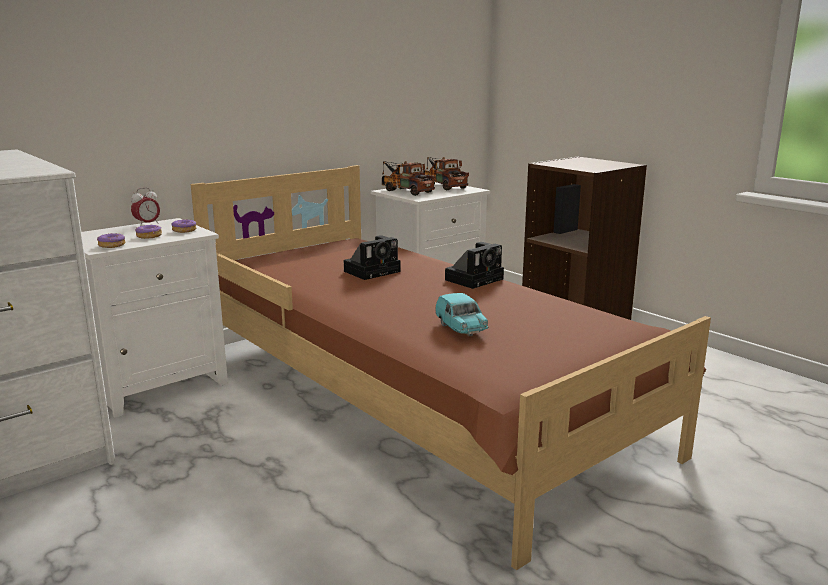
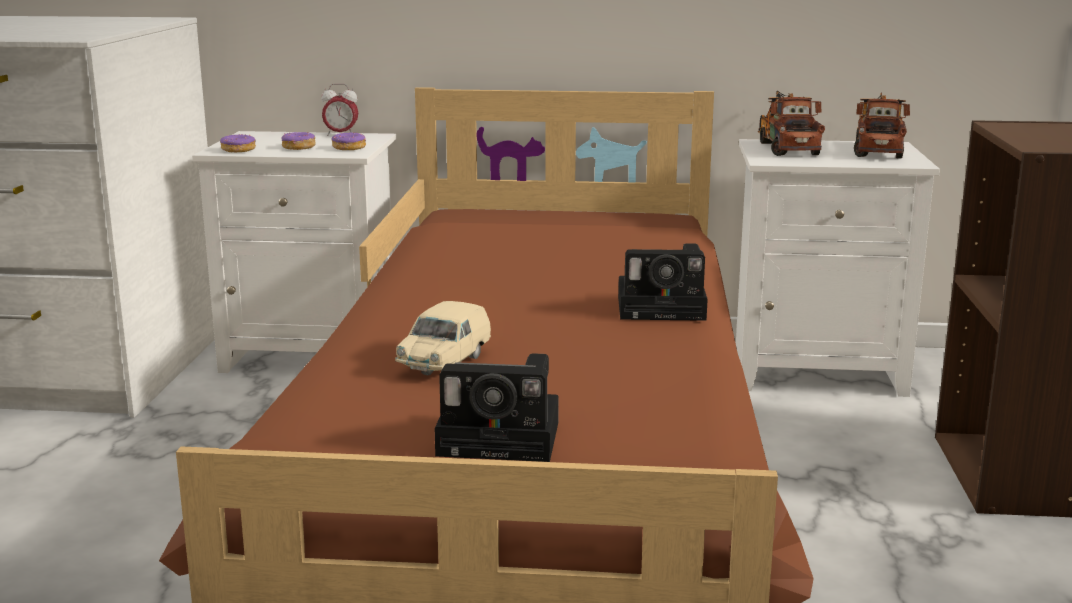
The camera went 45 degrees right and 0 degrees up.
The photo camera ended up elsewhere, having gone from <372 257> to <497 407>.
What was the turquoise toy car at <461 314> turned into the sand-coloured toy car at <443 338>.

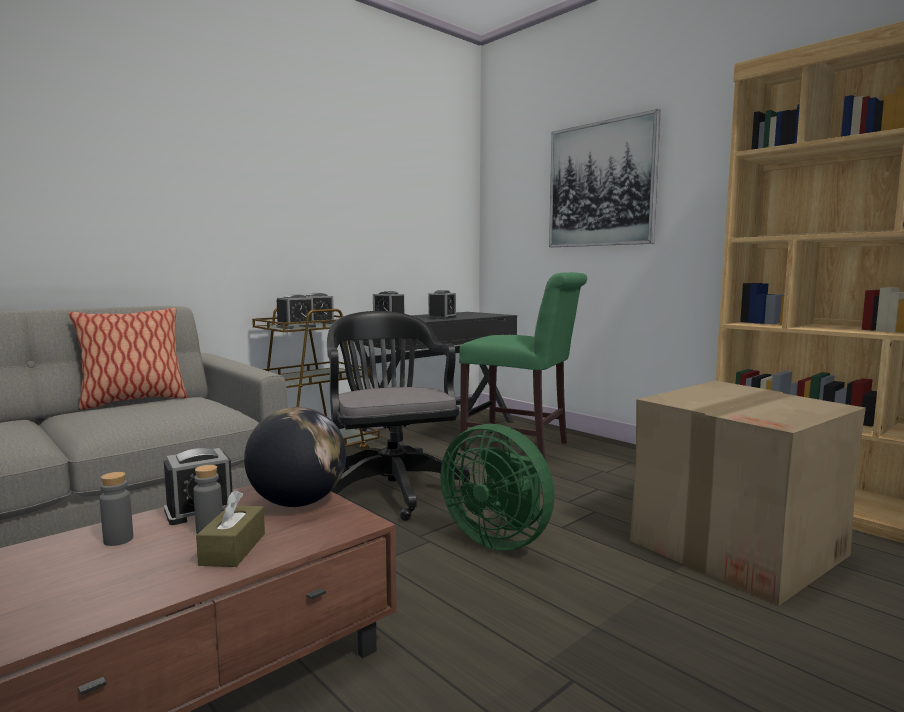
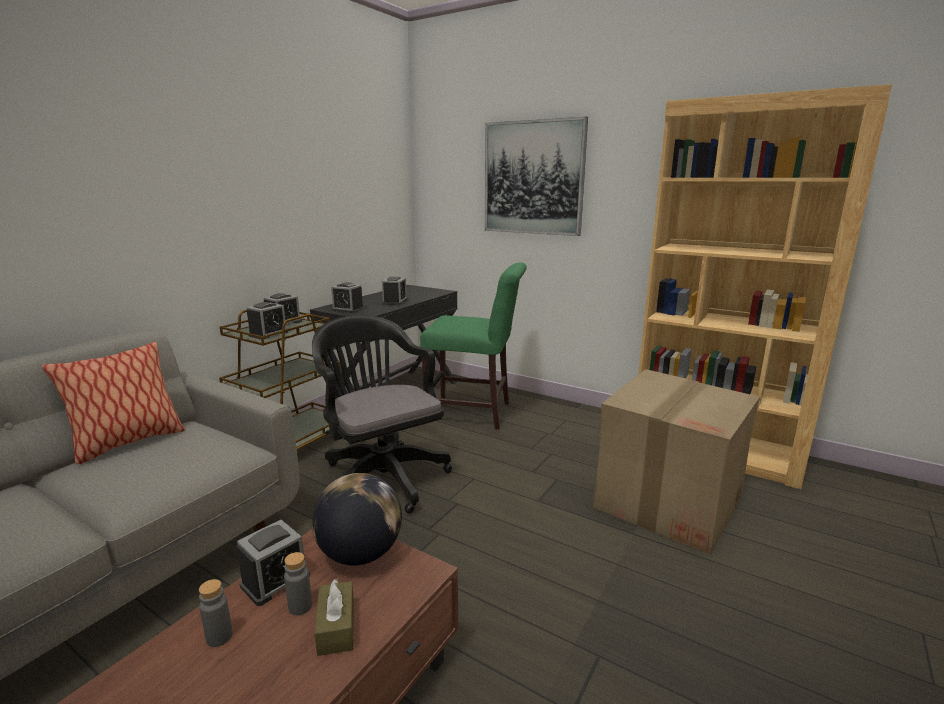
The camera went 15 degrees left and 10 degrees up.
The second view lost the greenish electric fan at <497 487>.

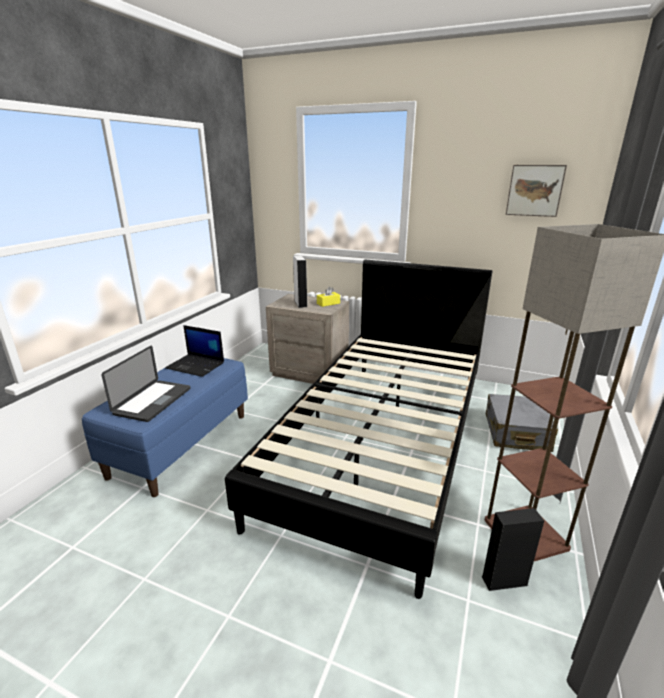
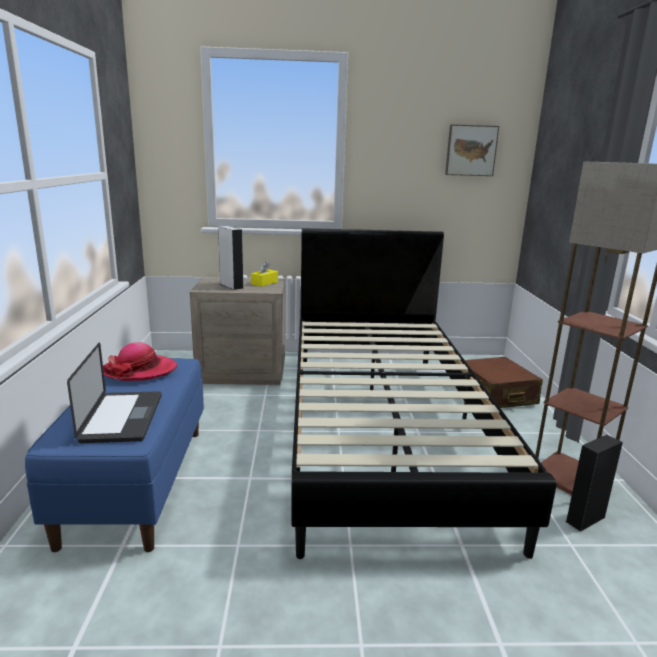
The camera went 25 degrees left and 5 degrees down.
Where the notebook computer stood at <194 351>, the wearable hat came to stand at <140 361>.
What was the greyish piece of luggage at <522 423> turned into the brownish piece of luggage at <504 382>.

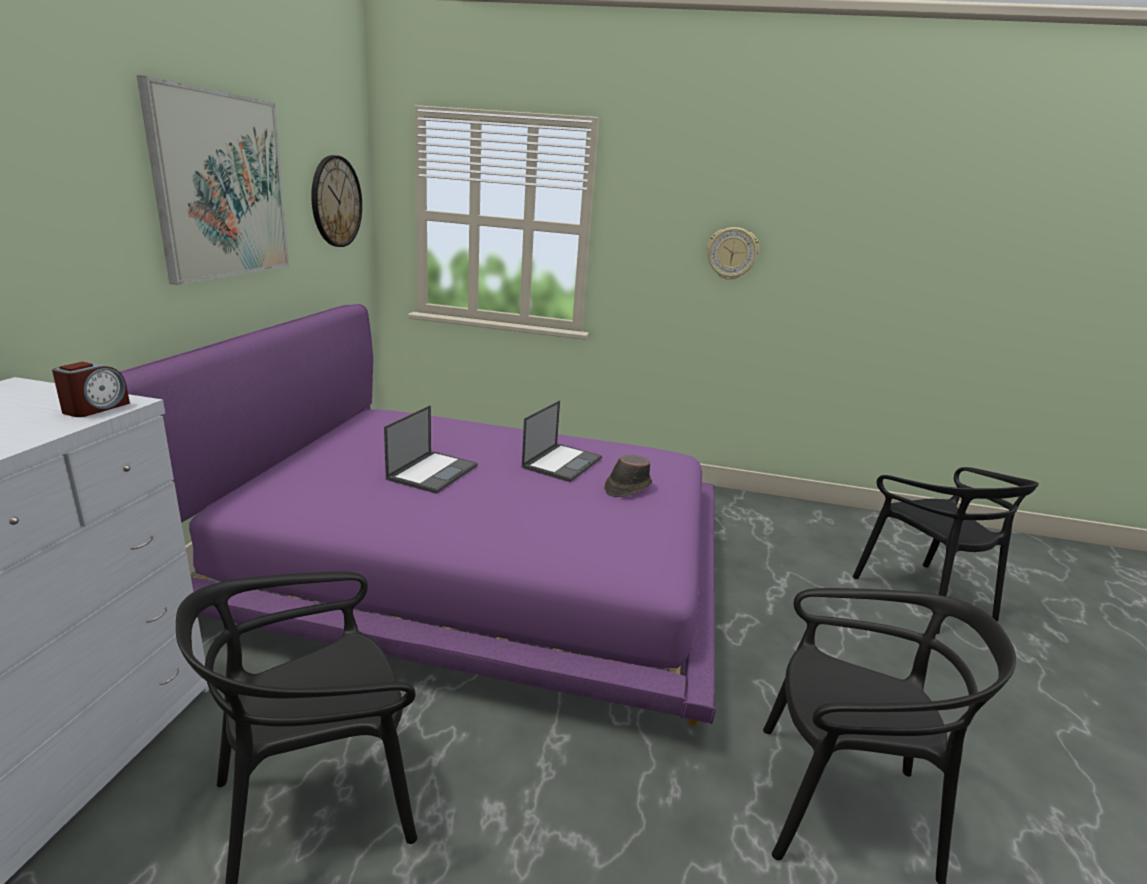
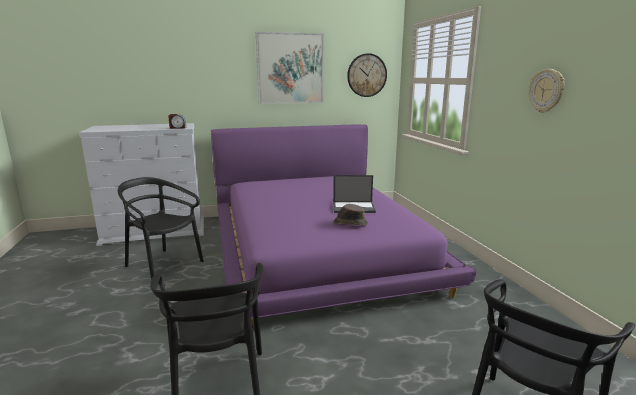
The camera went 65 degrees right and 5 degrees down.
The second view lost the notebook computer at <430 449>.

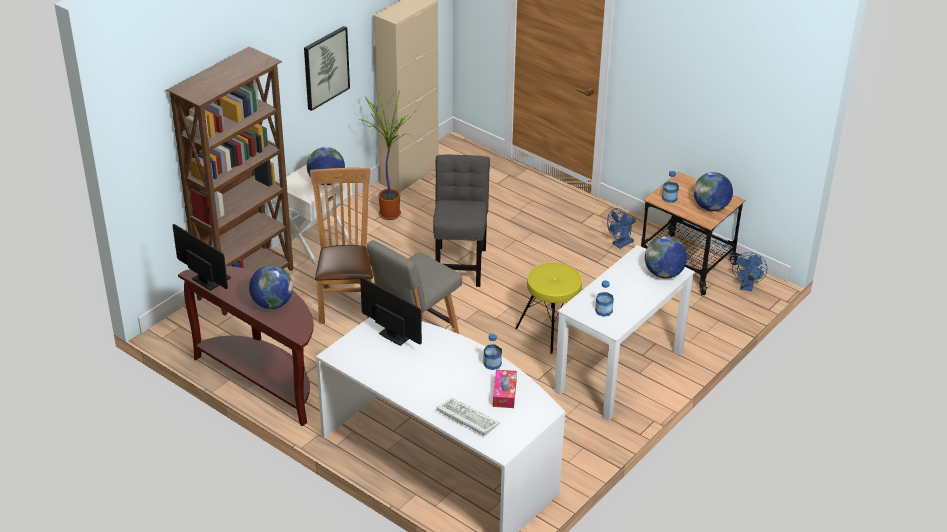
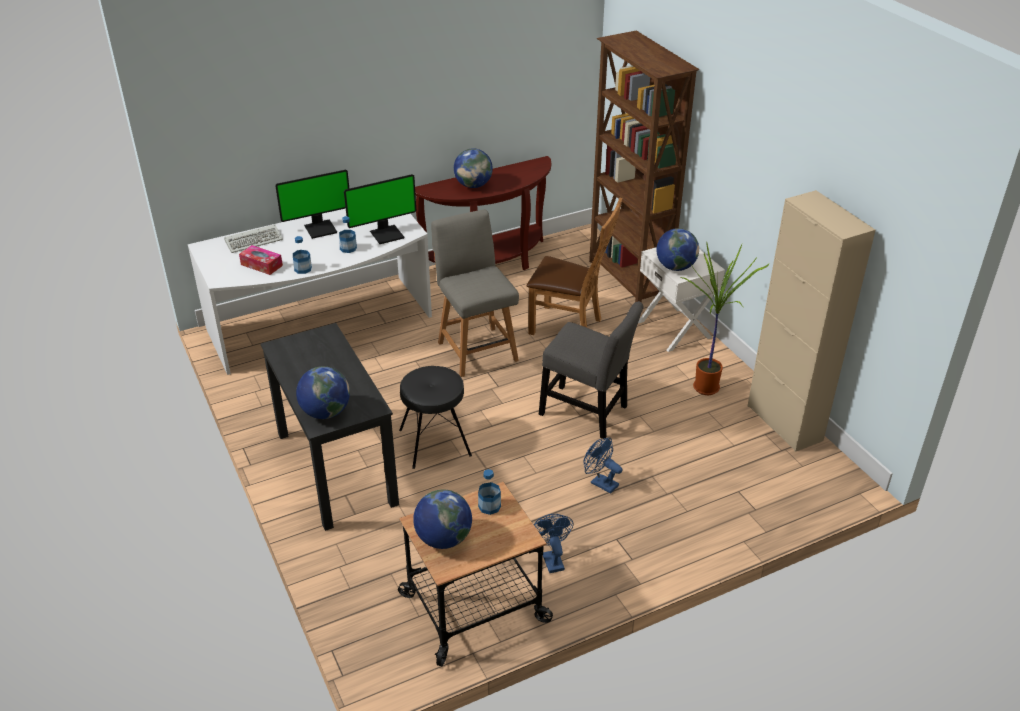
The camera went 115 degrees right and 0 degrees up.
The computer display ended up elsewhere, having gone from <201 257> to <312 204>.
The second view lost the wall picture at <327 68>.
What was the yellowish sitting stool at <548 308> turned into the blackish sitting stool at <435 417>.
What was the whitish desk unit at <624 333> turned into the blackish desk unit at <329 427>.
The drink bottle ended up elsewhere, having gone from <604 299> to <348 234>.
The blue electric fan ended up elsewhere, having gone from <749 271> to <602 465>.

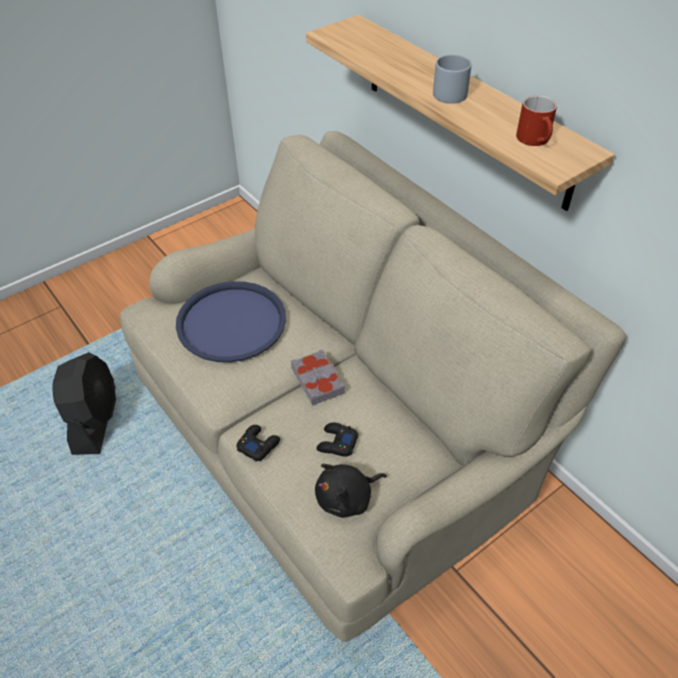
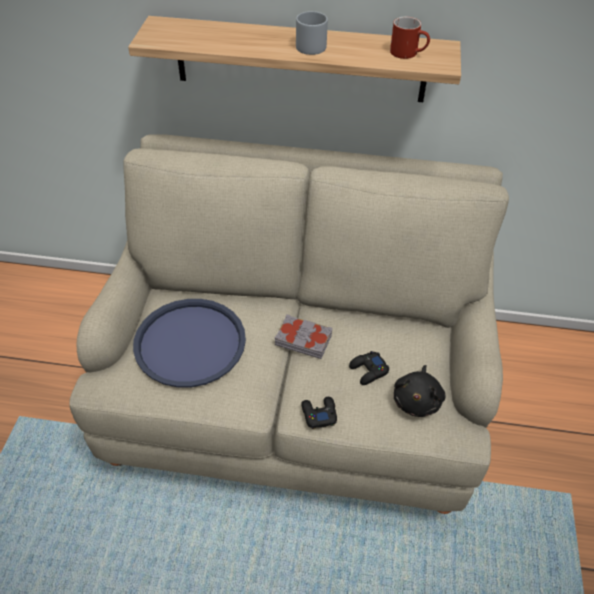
The camera went 45 degrees left and 0 degrees up.
The second view lost the blackish electric fan at <84 403>.

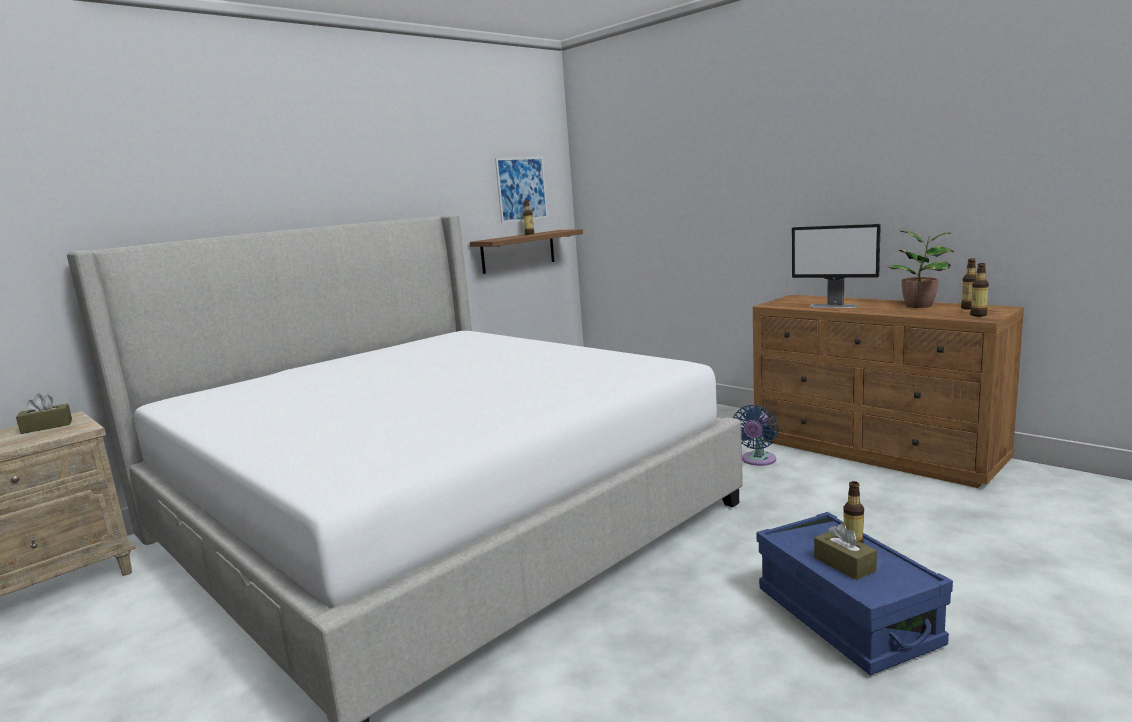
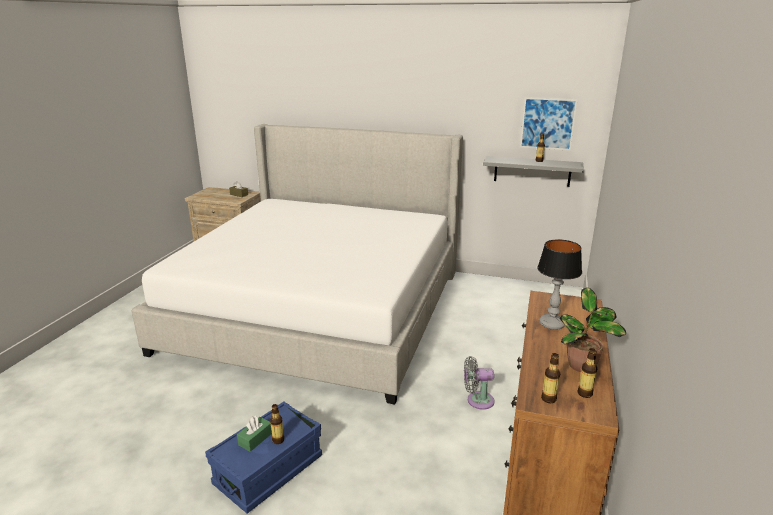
The camera went 60 degrees right and 10 degrees up.
What was the brownish shelf at <526 251> turned into the greyish shelf at <533 171>.
What was the blue electric fan at <756 435> turned into the greyish electric fan at <479 383>.
Where the computer display stood at <836 266>, the tabletop lamp came to stand at <559 284>.
What was the brownish tissue box at <845 551> turned into the greenish tissue box at <254 434>.

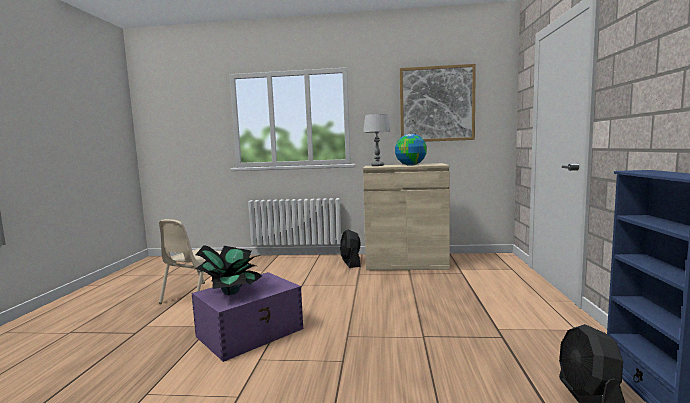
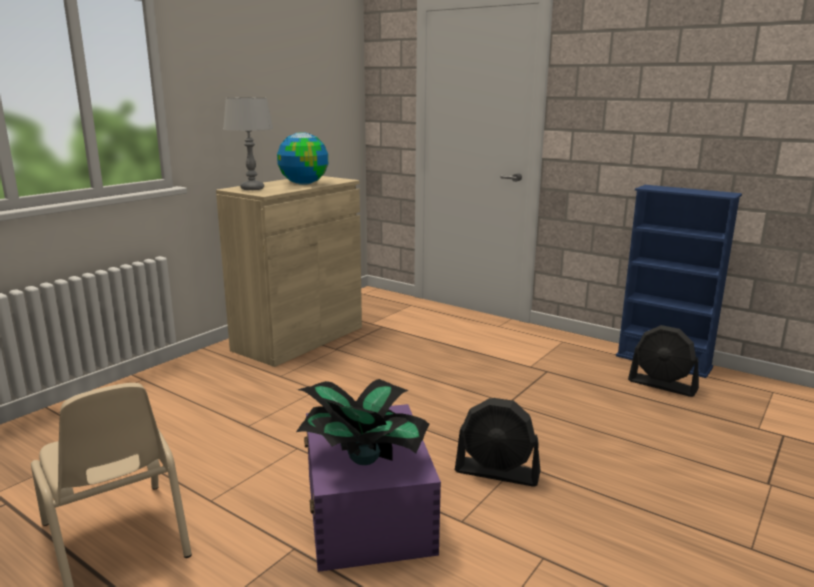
The camera went 60 degrees left and 10 degrees up.
The blackish electric fan ended up elsewhere, having gone from <350 248> to <498 442>.
The second view lost the wall picture at <438 103>.

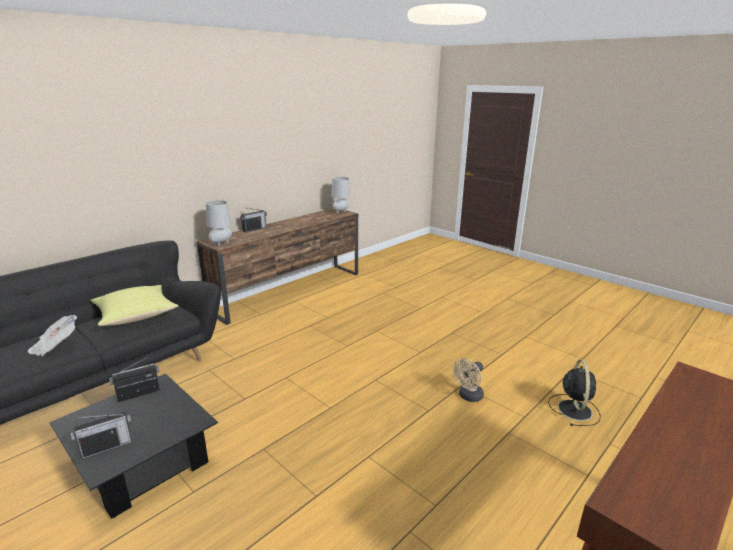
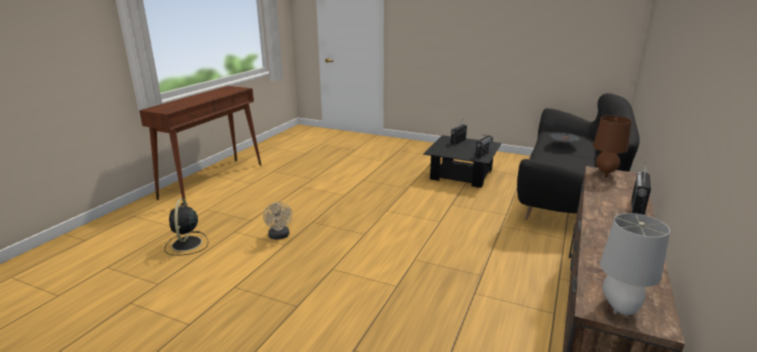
The camera went 160 degrees right and 0 degrees up.
The second view lost the yellowish pillow at <135 305>.
What was the greyish tabletop lamp at <219 223> turned into the brownish tabletop lamp at <612 147>.
The sand-coloured electric fan at <468 380> ended up facing another way, 135 degrees clockwise from before.

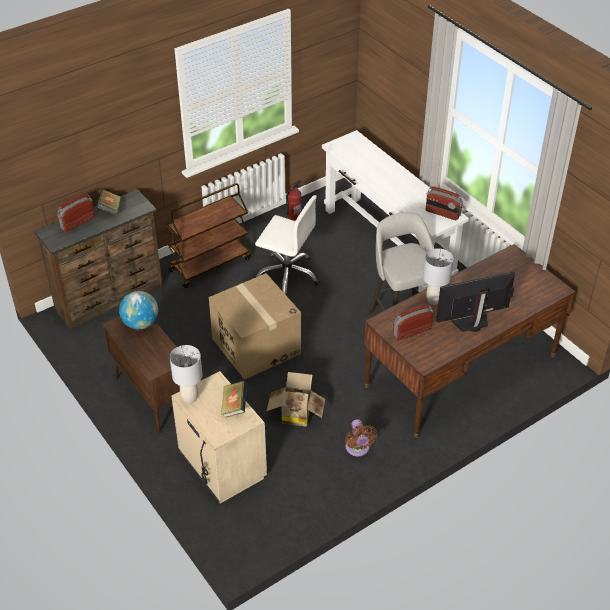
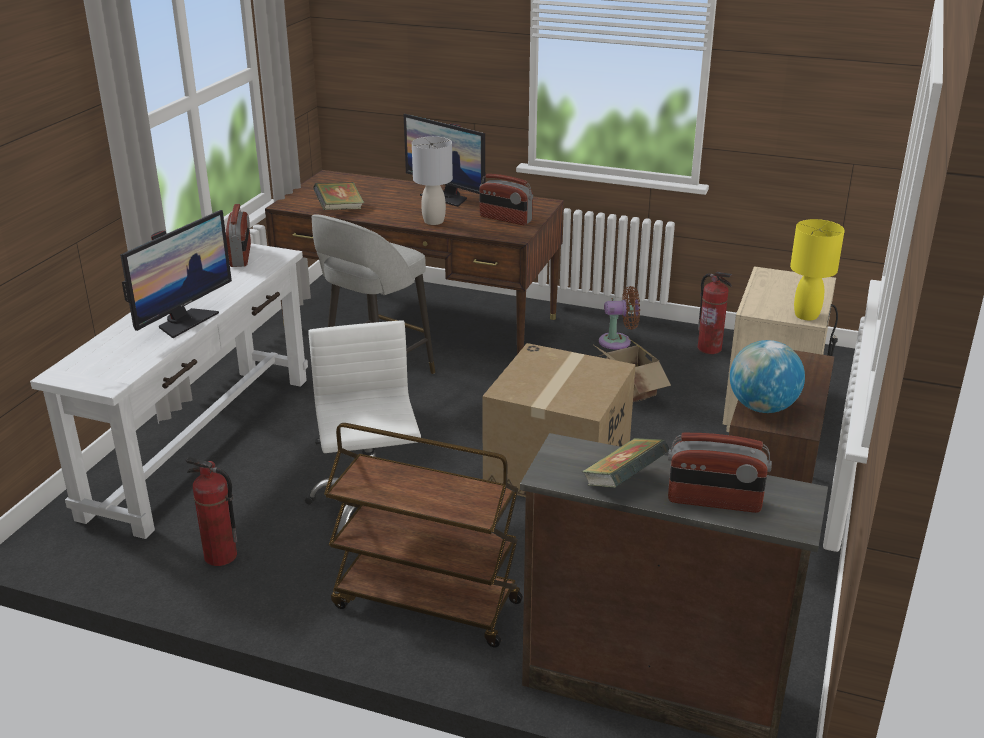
The camera went 125 degrees left and 15 degrees down.
What was the greyish tabletop lamp at <186 374> turned into the yellowish tabletop lamp at <817 269>.
The volume ended up elsewhere, having gone from <234 399> to <338 196>.
The brownish electric fan at <361 437> ended up facing another way, 45 degrees clockwise from before.
The second view gained the computer display at <176 274>.
The second view gained the fire-fighting cylinder at <715 312>.

